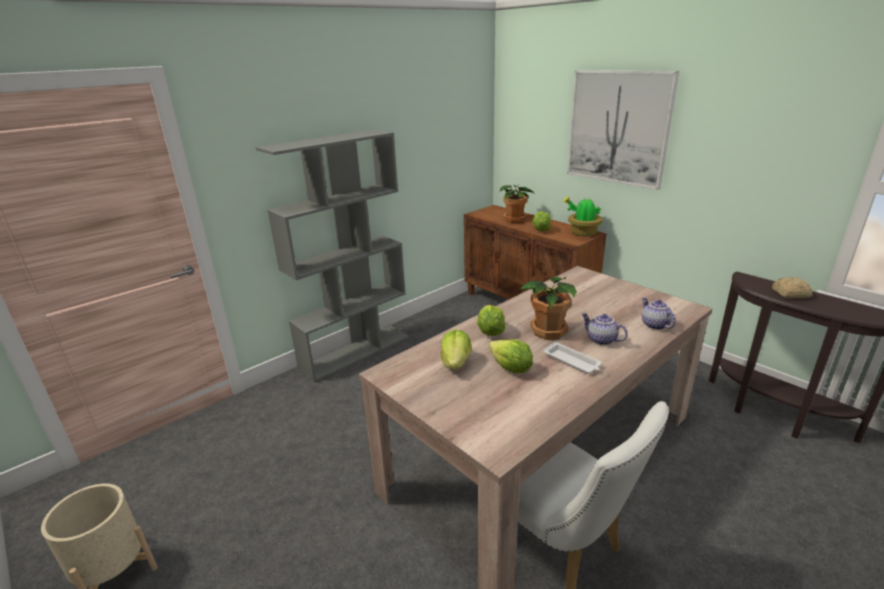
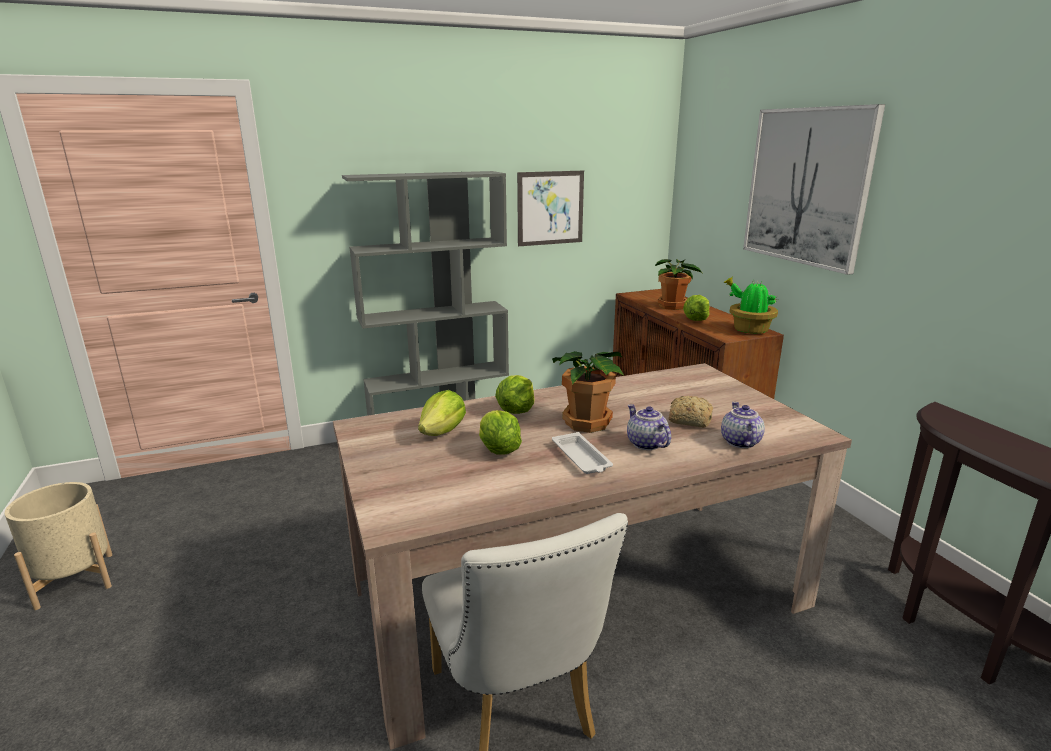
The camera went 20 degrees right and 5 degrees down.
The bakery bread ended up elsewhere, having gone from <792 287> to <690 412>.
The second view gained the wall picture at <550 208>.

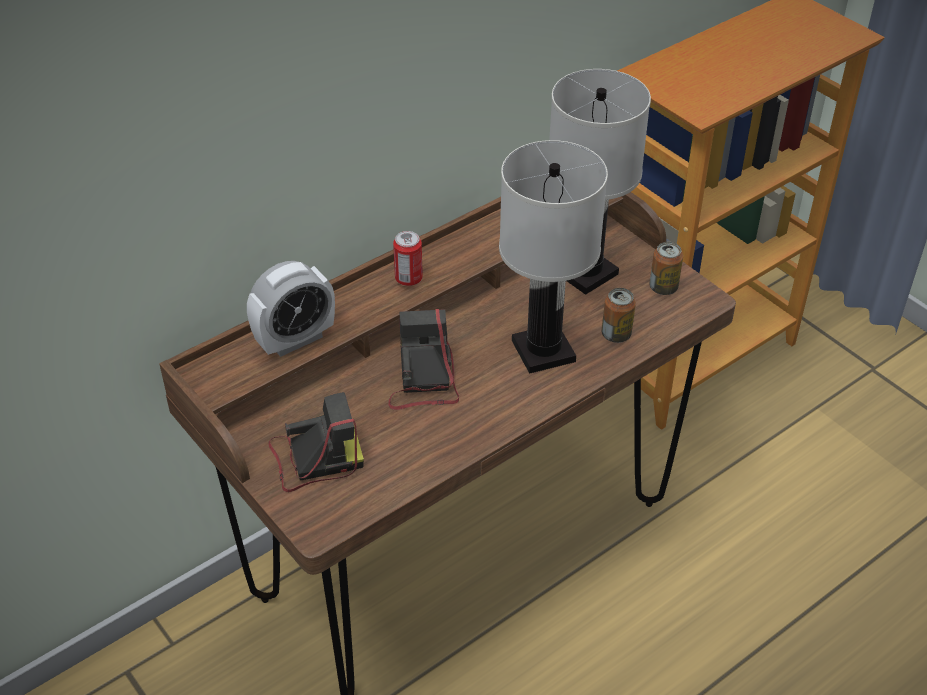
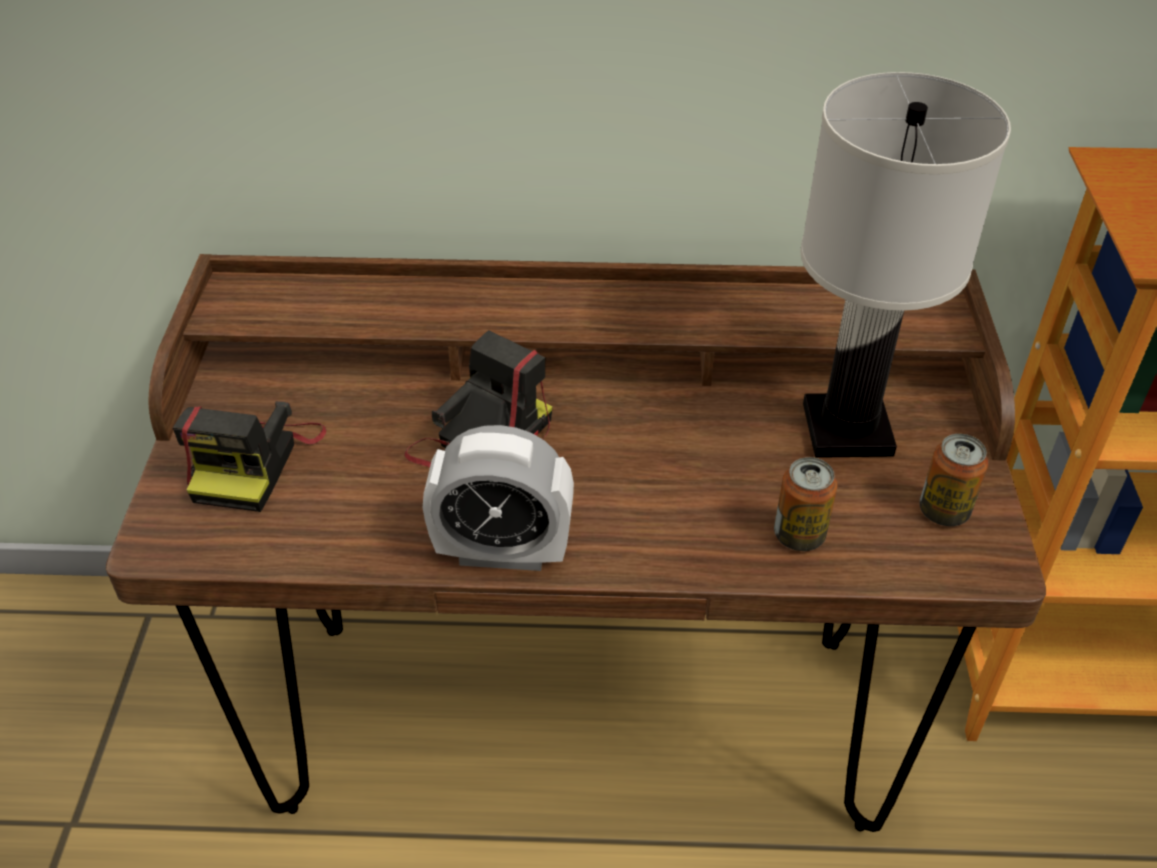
The camera went 40 degrees right and 0 degrees up.
The table clock ended up elsewhere, having gone from <291 309> to <498 498>.
The photo camera at <316 442> ended up facing another way, 75 degrees clockwise from before.
The second view lost the sealed can at <408 258>.
The second view lost the whitish tabletop lamp at <553 257>.

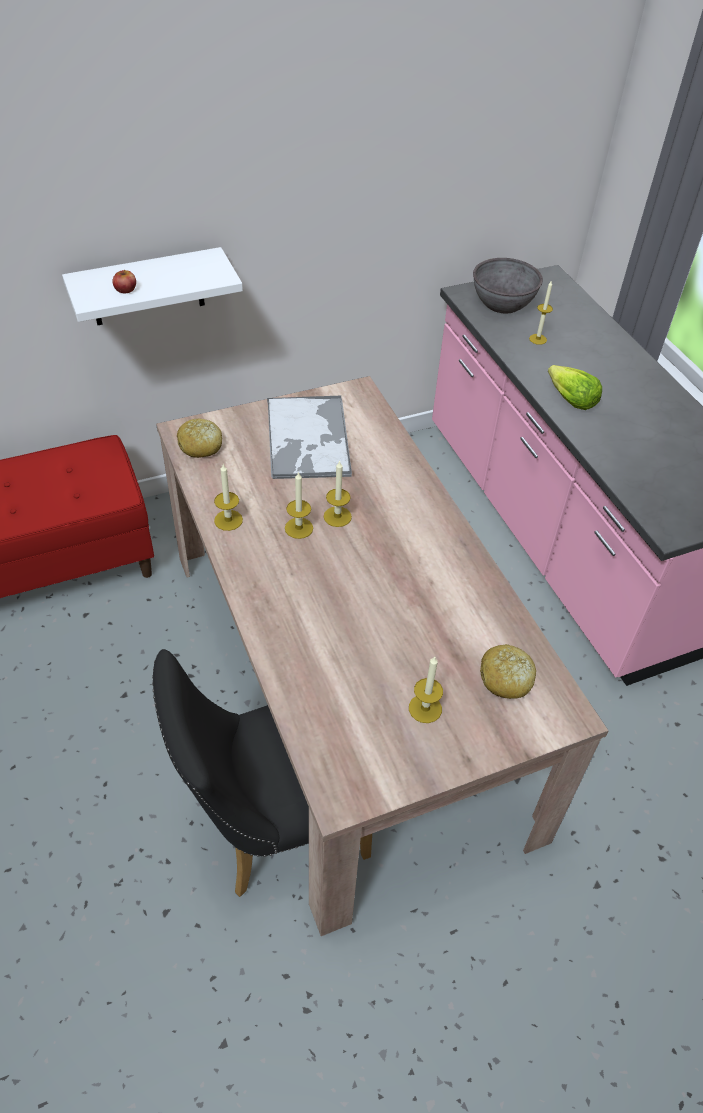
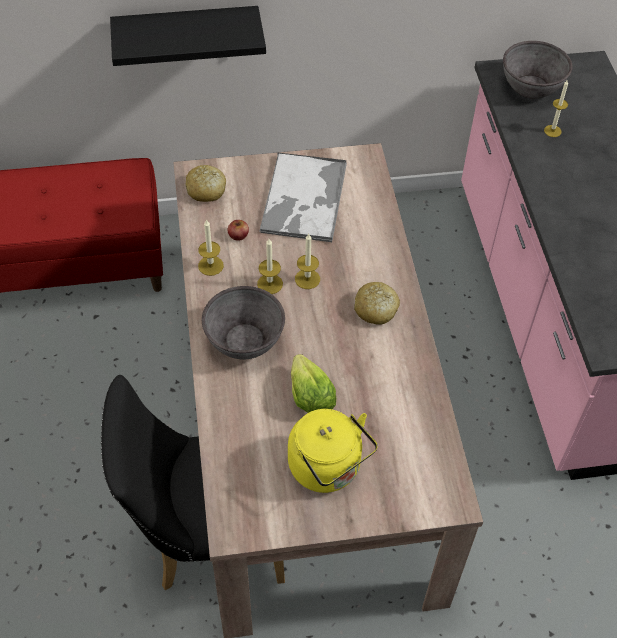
The camera went 15 degrees right and 5 degrees up.
What was the whitish shelf at <152 286> turned into the blackish shelf at <188 36>.
The apple fruit ended up elsewhere, having gone from <124 281> to <238 230>.
Where the candle stood at <426 690>, the yellowish water kettle came to stand at <333 451>.
The bakery bread ended up elsewhere, having gone from <508 671> to <377 303>.
The head of lettuce ended up elsewhere, having gone from <575 387> to <313 383>.
The second view gained the greyish serving bowl at <243 322>.

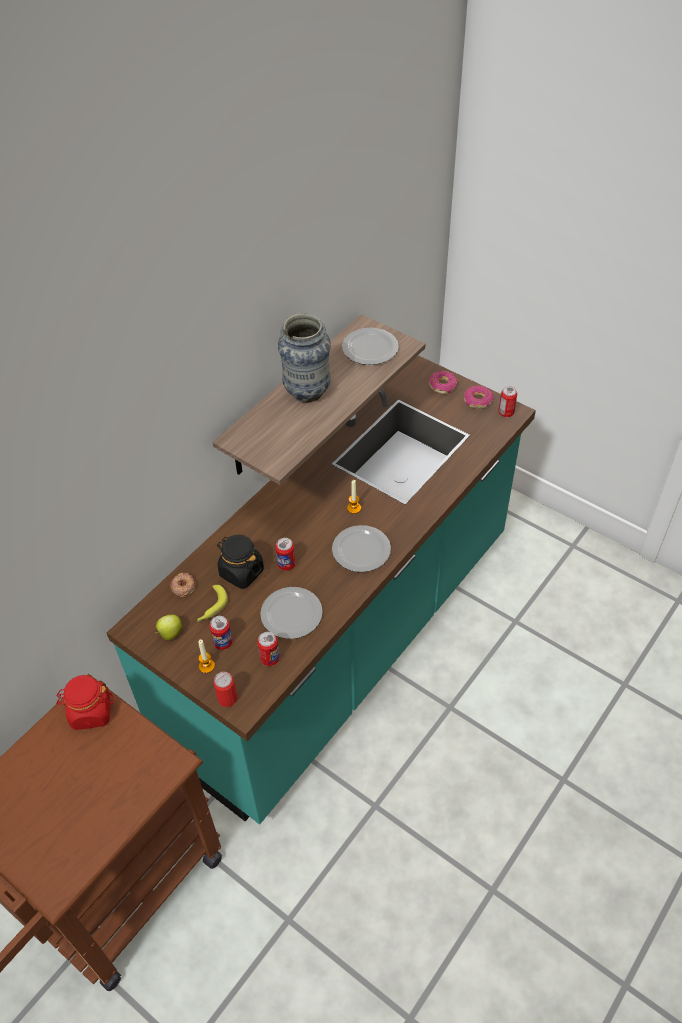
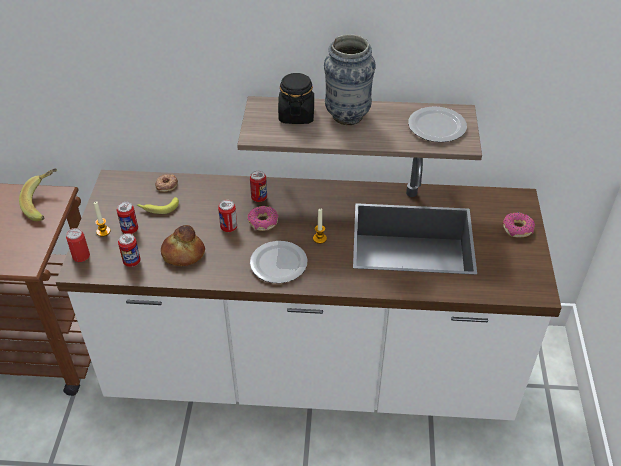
The camera went 55 degrees right and 5 degrees down.
Where the reddish storage jar stood at <84 702>, the whole banana came to stand at <38 194>.
What was the turquoise kitchen base unit at <321 589> turned into the whitish kitchen base unit at <308 289>.
The second view lost the apple fruit at <168 627>.
The blackish storage jar ended up elsewhere, having gone from <240 562> to <296 98>.
Where the flat dish stood at <291 613>, the bakery bread came to stand at <183 245>.
The donut ended up elsewhere, having gone from <478 397> to <262 218>.
The sealed can ended up elsewhere, having gone from <507 401> to <258 186>.

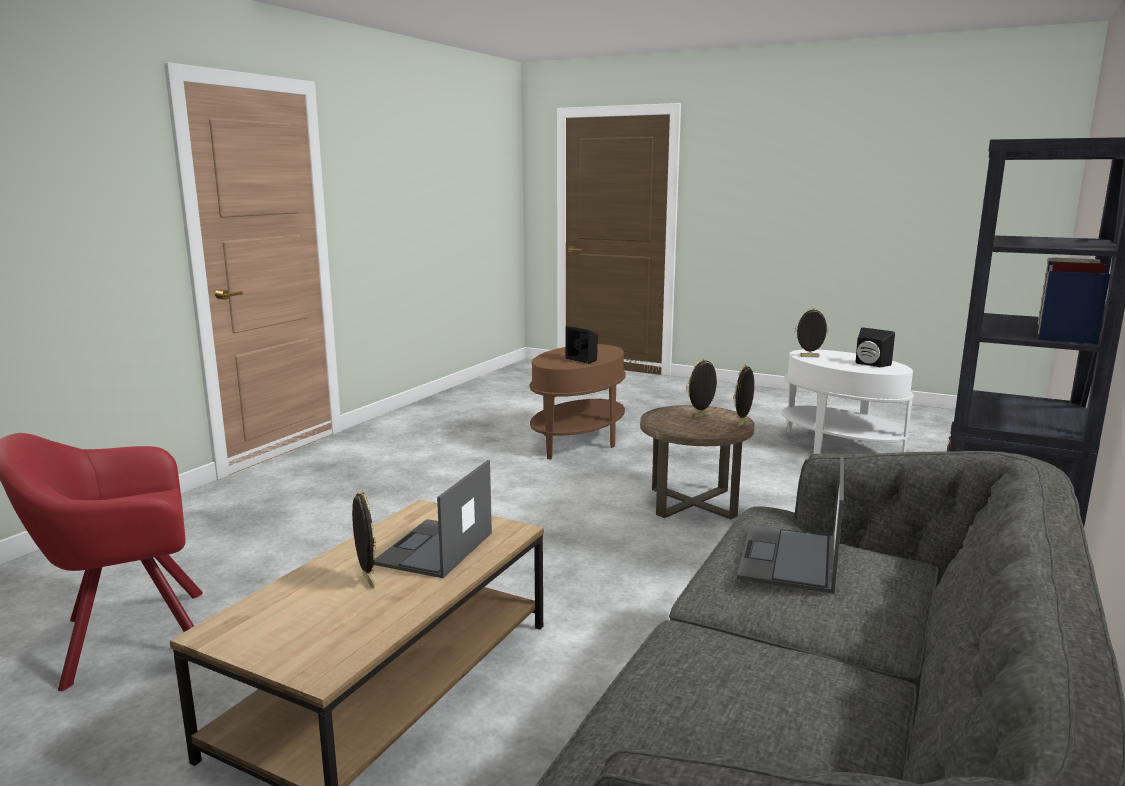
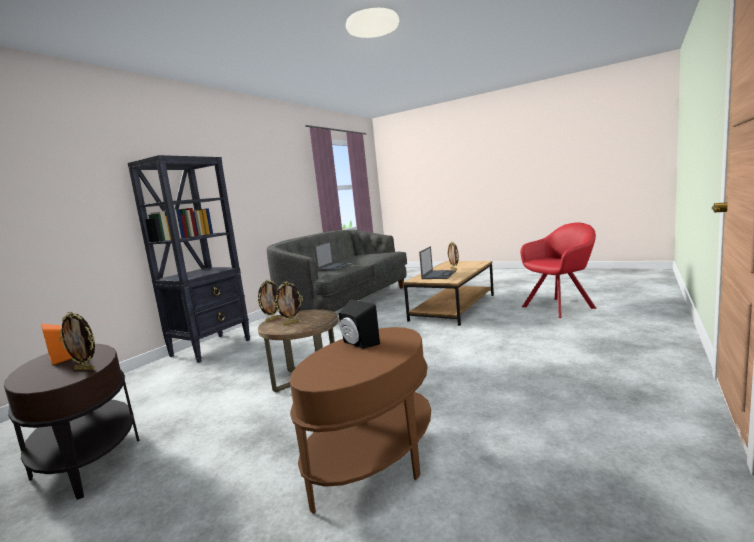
The camera went 175 degrees left and 5 degrees down.
What was the whitish end table at <848 402> turned into the brownish end table at <72 422>.
What was the blackish speaker at <875 347> turned into the orange speaker at <56 344>.

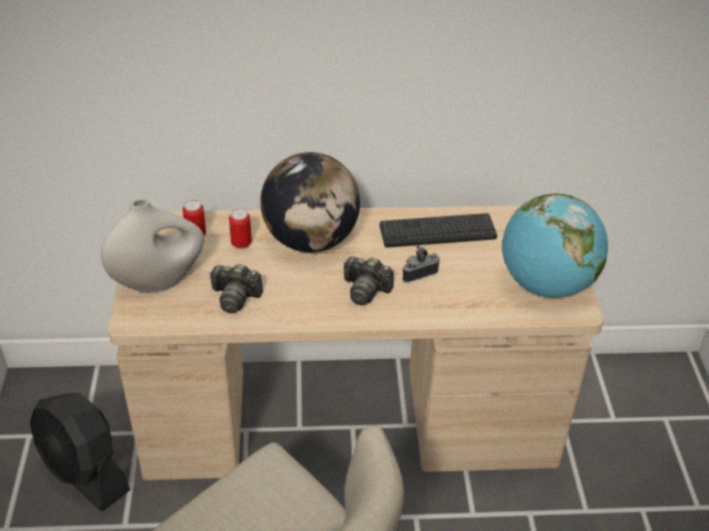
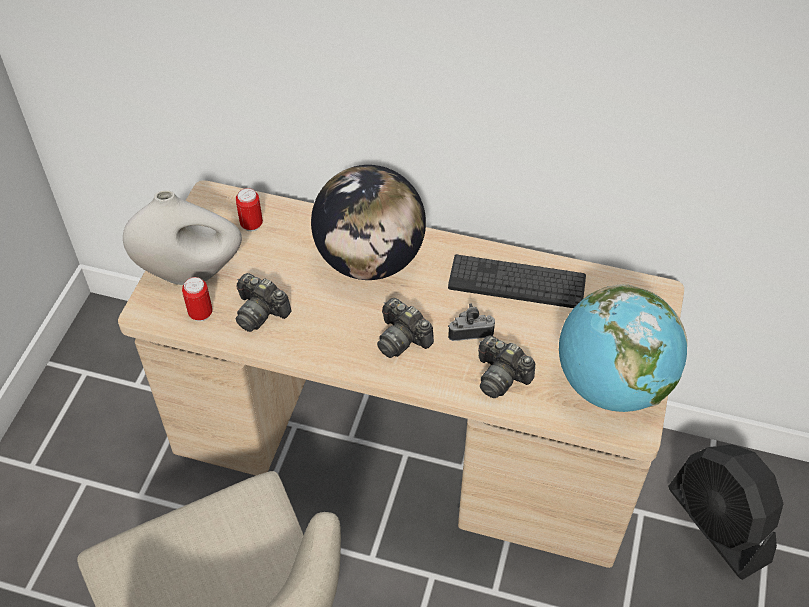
The camera went 20 degrees right and 10 degrees up.
The blackish electric fan ended up elsewhere, having gone from <80 452> to <725 512>.
The sealed can ended up elsewhere, having gone from <240 229> to <197 299>.
The second view gained the photo camera at <506 367>.

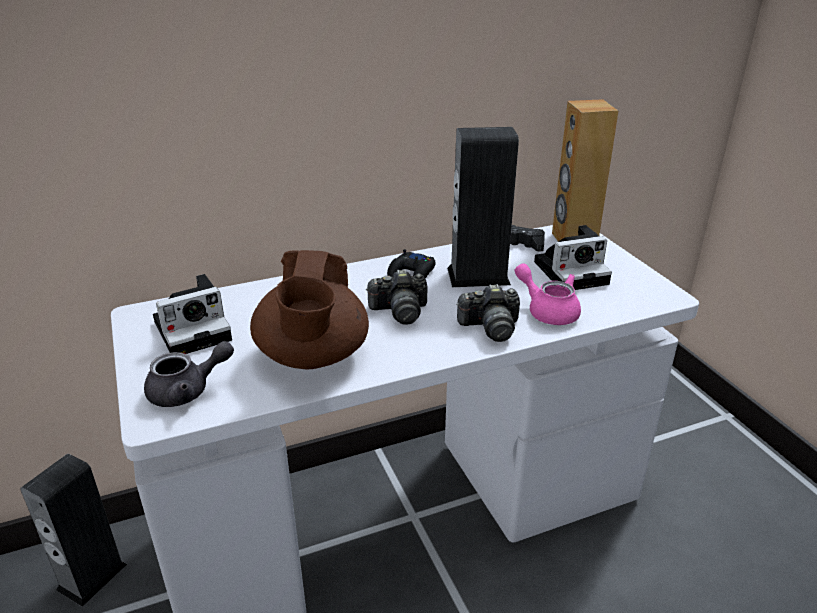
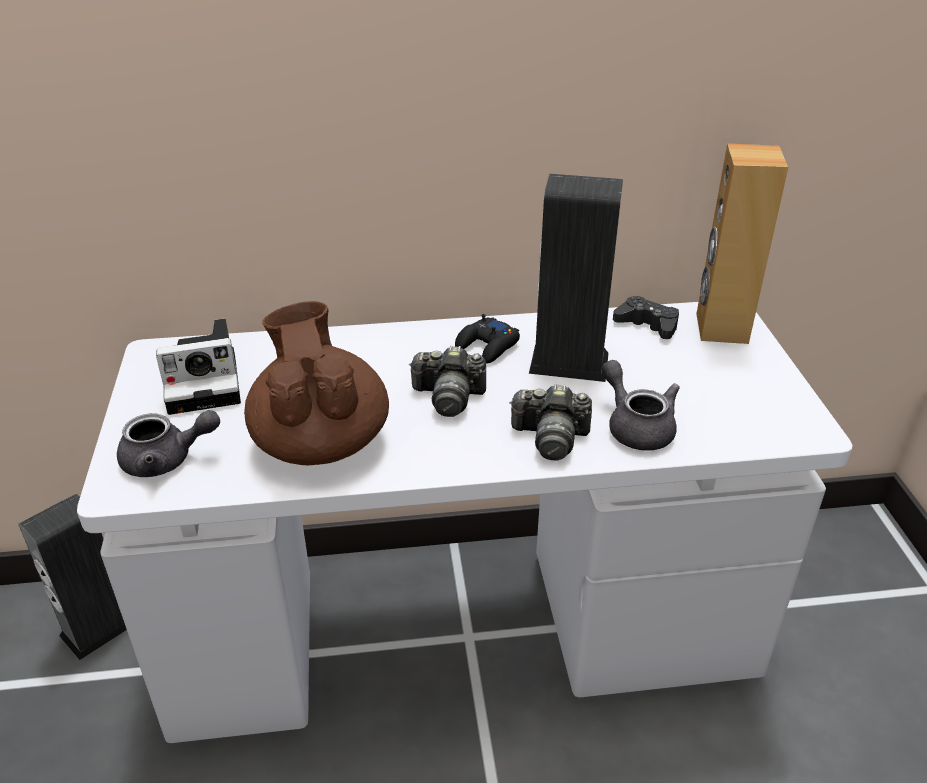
The camera went 15 degrees right and 5 degrees up.
The brownish teapot at <309 310> ended up facing another way, 150 degrees clockwise from before.
What was the pinkish teapot at <548 294> turned into the greyish teapot at <641 405>.
The second view lost the photo camera at <573 257>.

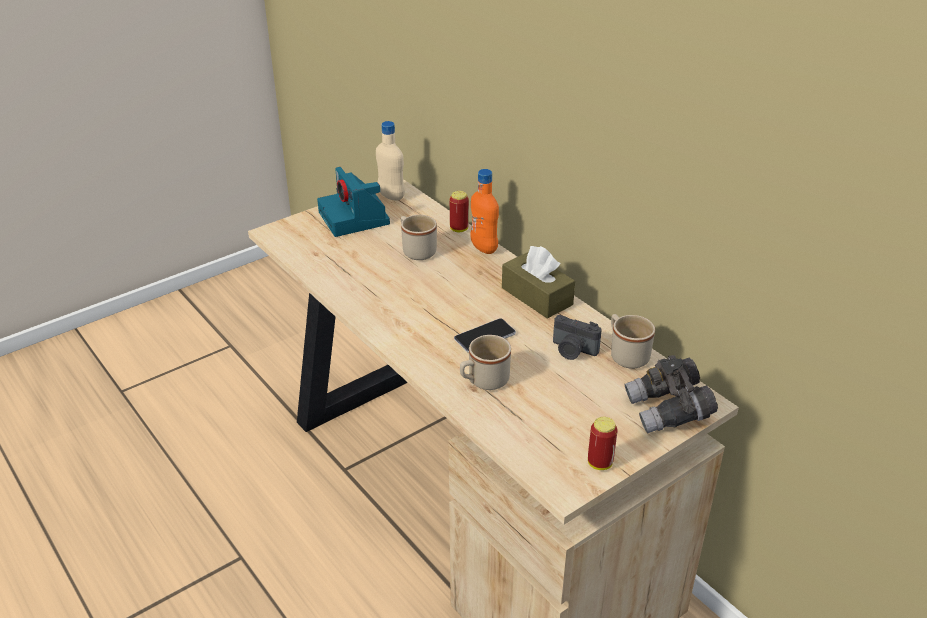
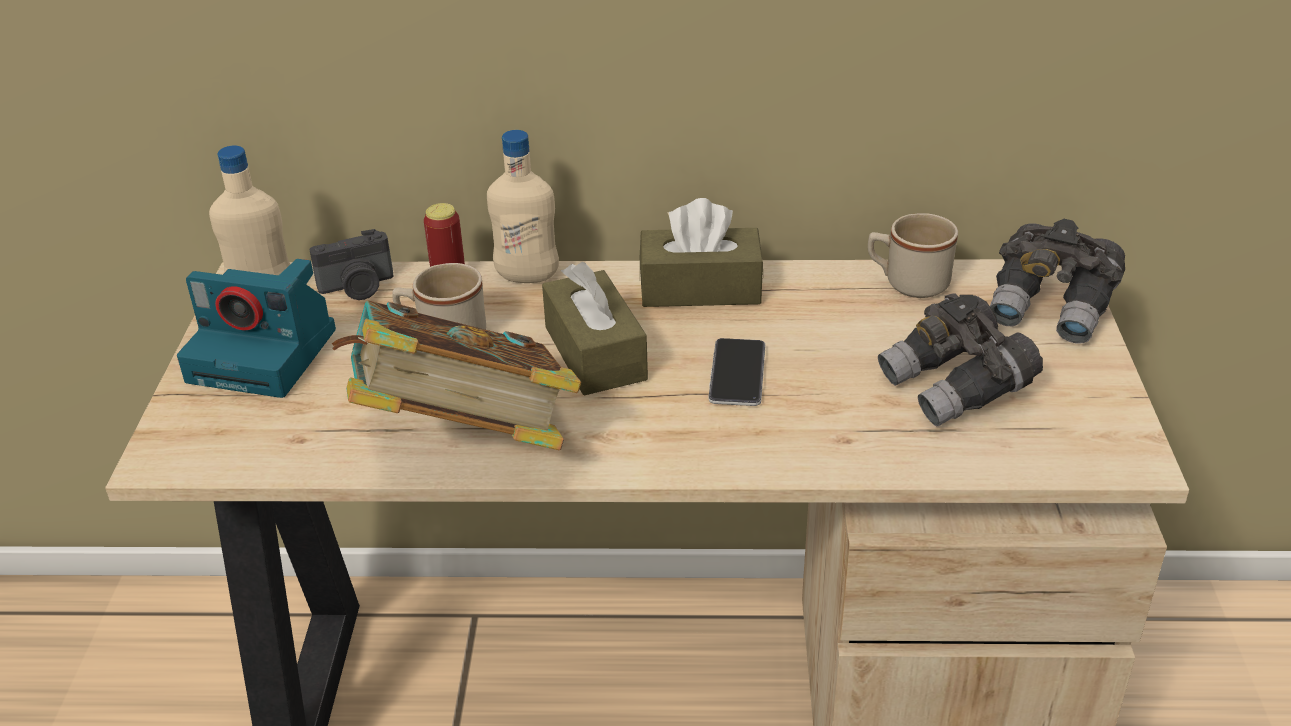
The camera went 50 degrees left and 0 degrees up.
The second view lost the sand-coloured tea mug at <485 362>.
What was the orange drink bottle at <484 211> turned into the sand-coloured drink bottle at <523 206>.
The photo camera ended up elsewhere, having gone from <577 337> to <351 264>.
The second view lost the sealed can at <603 443>.
The second view gained the volume at <456 375>.
The second view gained the brownish tissue box at <595 329>.
The second view gained the greyish pair of binoculars at <960 360>.

